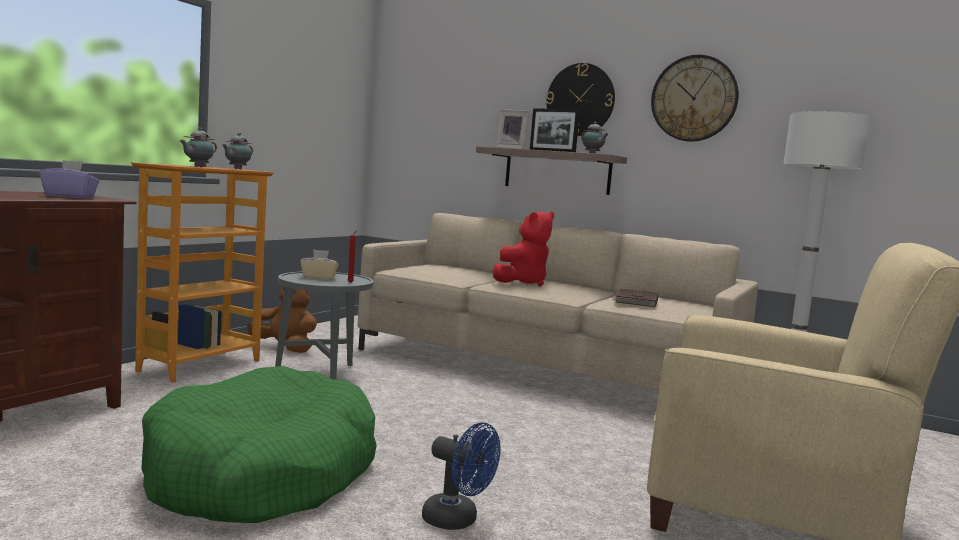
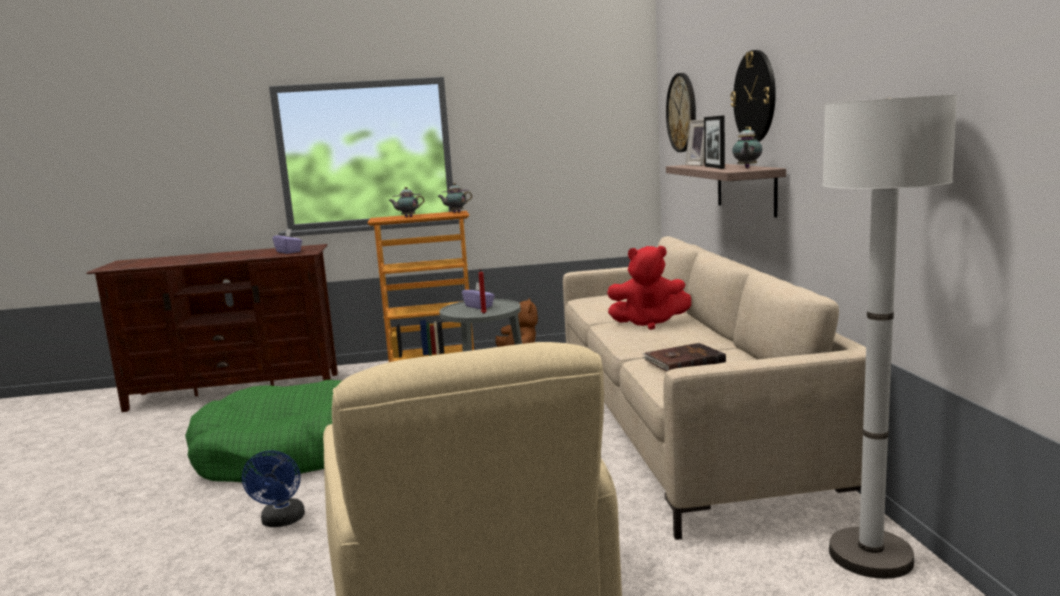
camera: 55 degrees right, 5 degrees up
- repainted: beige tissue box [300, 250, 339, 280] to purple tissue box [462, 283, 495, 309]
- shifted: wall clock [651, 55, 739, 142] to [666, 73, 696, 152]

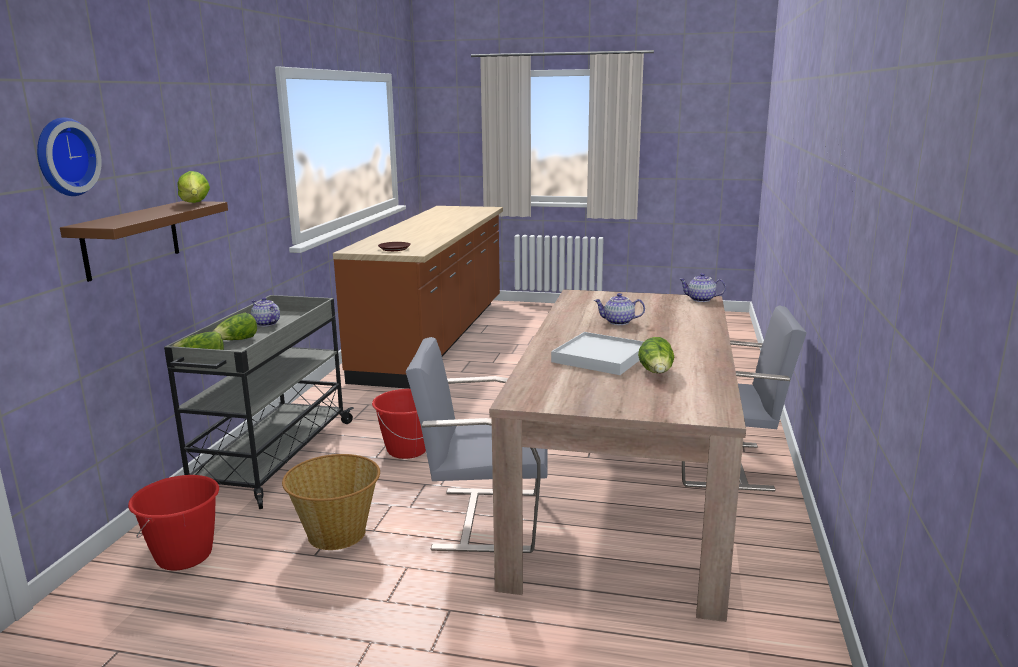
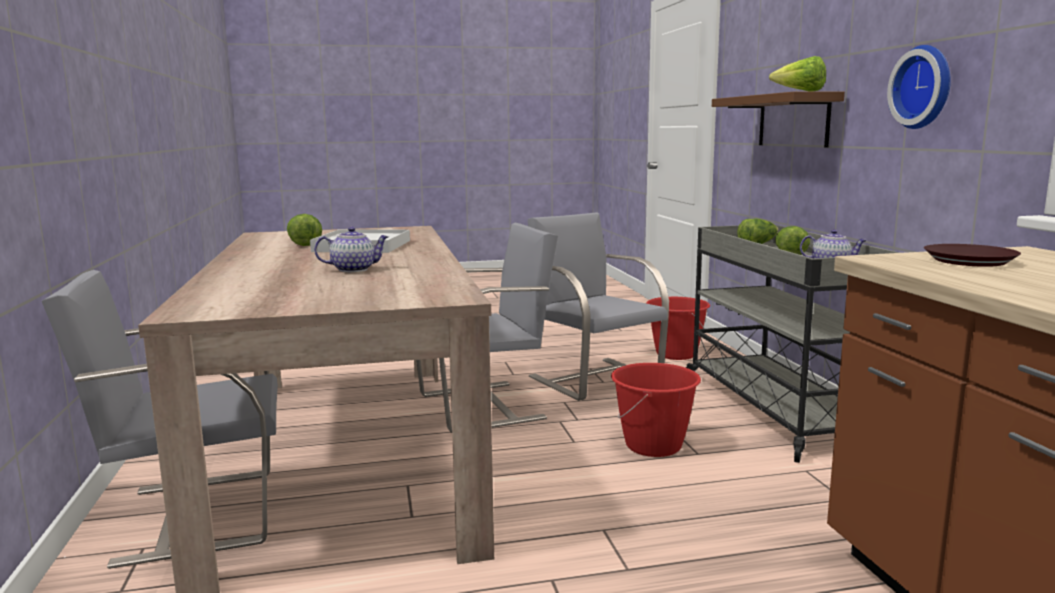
camera: 155 degrees right, 5 degrees down
- swapped: basket [282, 454, 380, 550] to grey chair [528, 212, 669, 401]
- shifted: wall clock [37, 118, 102, 196] to [887, 45, 951, 129]
- gone: teapot [679, 273, 726, 302]

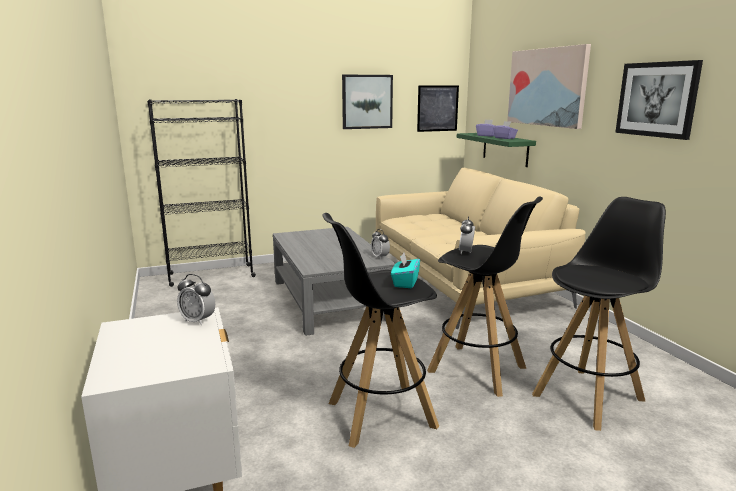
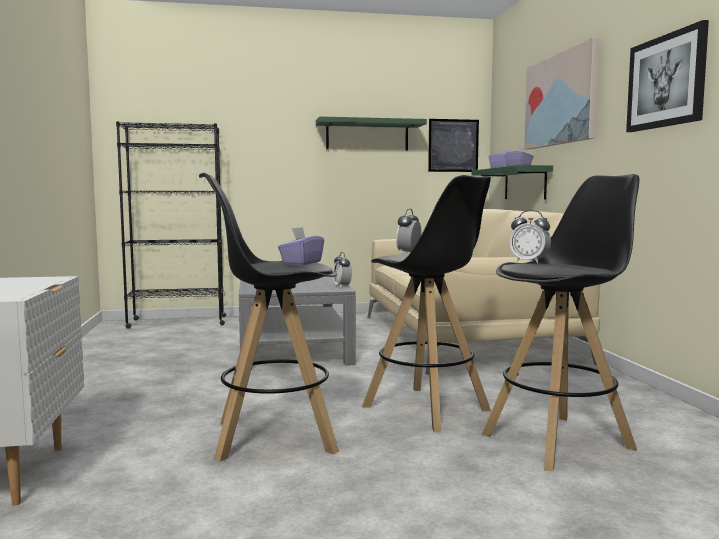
camera: 10 degrees right, 10 degrees down
- repainted: turquoise tissue box [391, 253, 420, 288] to purple tissue box [278, 227, 324, 265]
- swapped: picture [342, 75, 393, 129] to green shelf [316, 116, 427, 150]
- shifted: alarm clock [177, 274, 215, 325] to [510, 210, 551, 264]

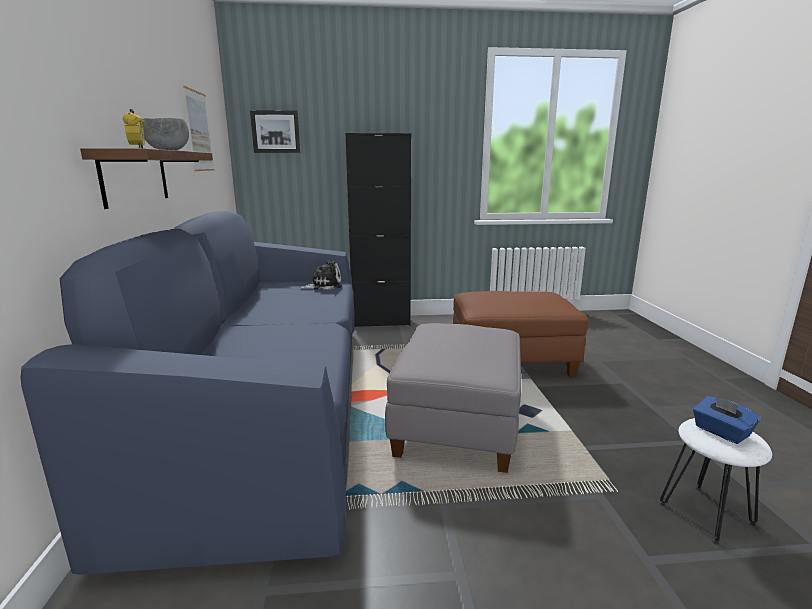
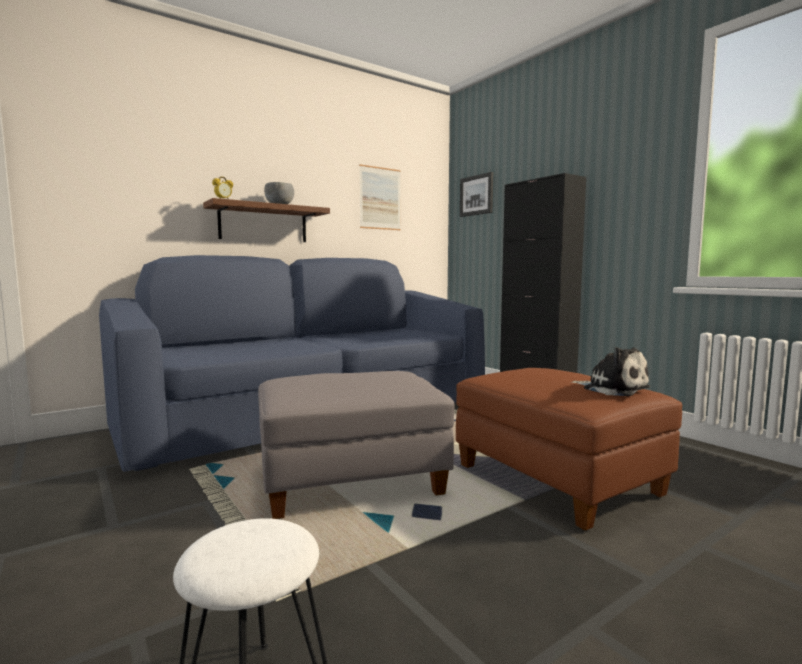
camera: 60 degrees right, 10 degrees down
- shifted: plush toy [300, 260, 342, 290] to [572, 347, 650, 396]
- gone: blue tissue box [693, 395, 761, 444]

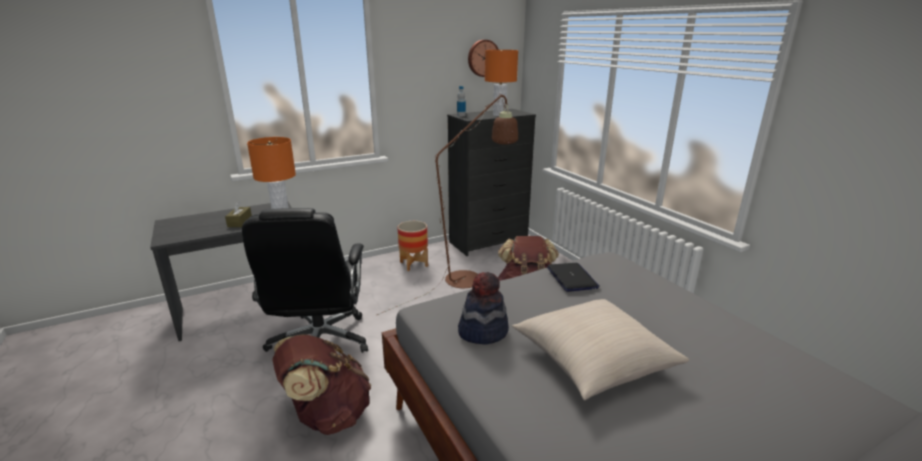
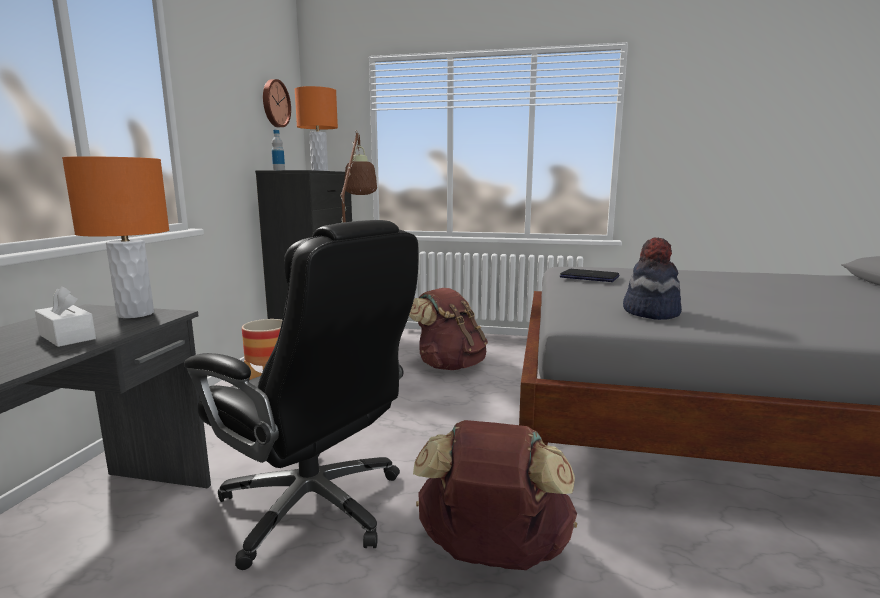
camera: 50 degrees left, 10 degrees down
- repainted: brown tissue box [225, 201, 252, 227] to white tissue box [35, 286, 96, 347]
- gone: beige pillow [512, 299, 689, 400]

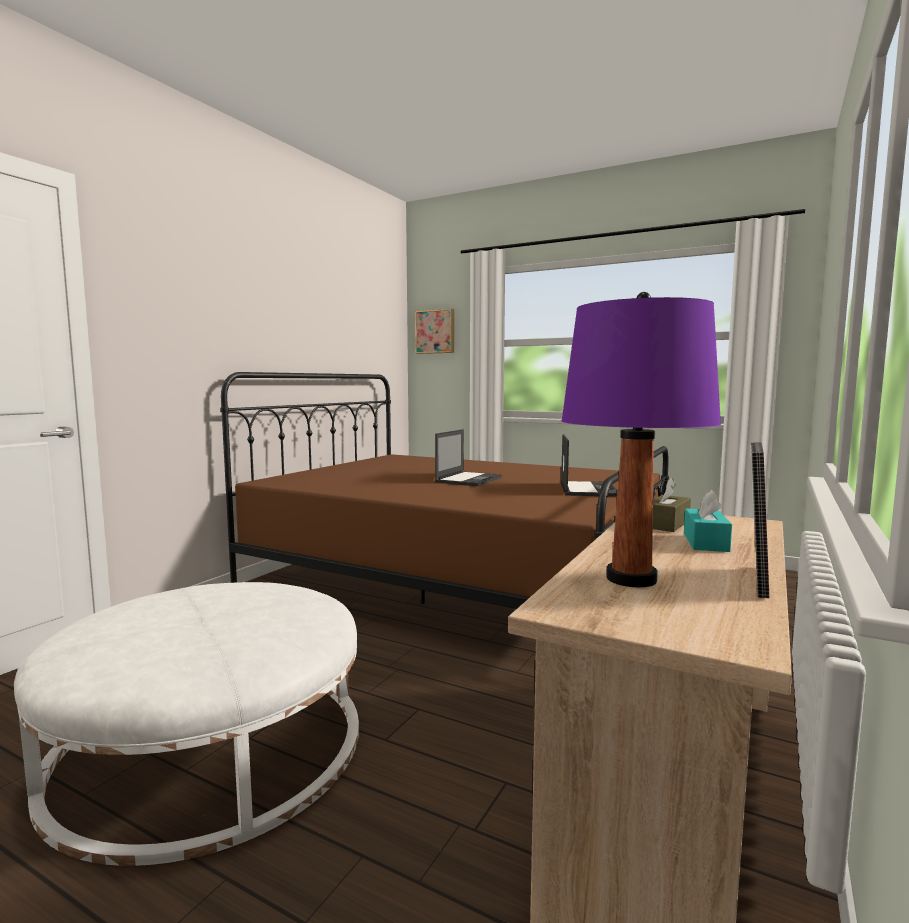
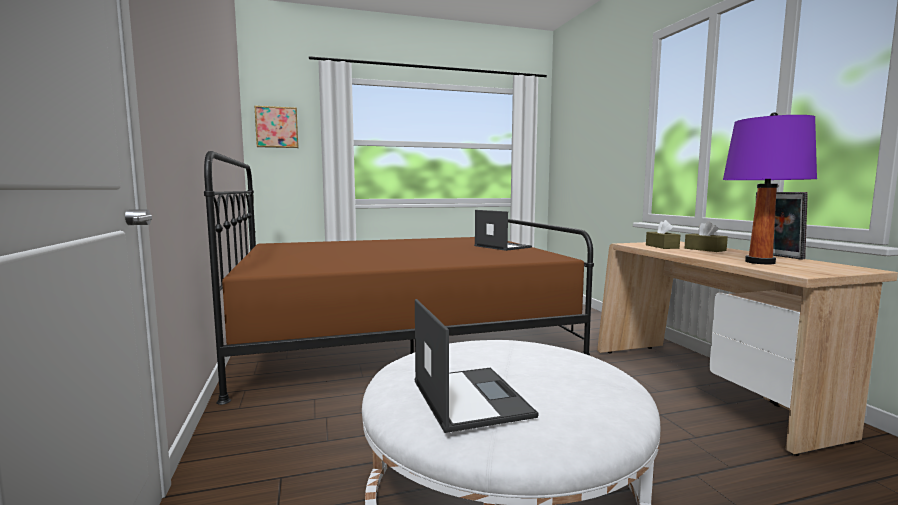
camera: 45 degrees left, 0 degrees up
- shifted: laptop [435, 429, 502, 486] to [415, 299, 538, 433]
- repainted: turquoise tissue box [684, 490, 732, 552] to brown tissue box [685, 221, 728, 252]

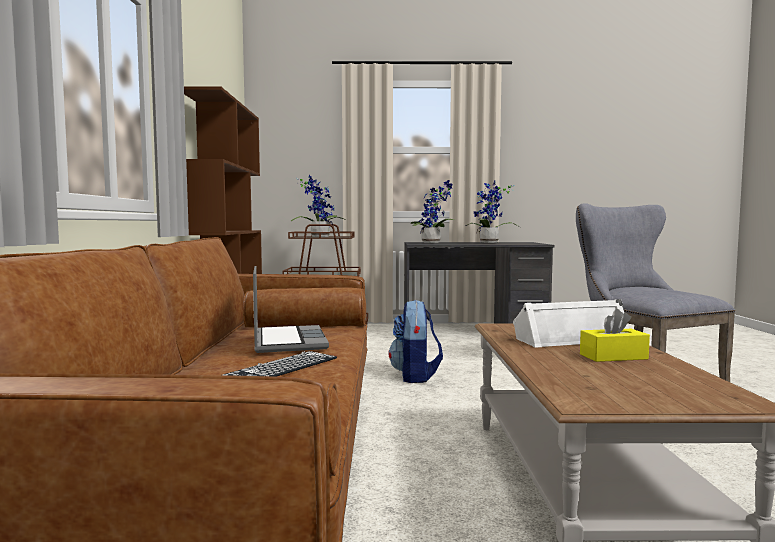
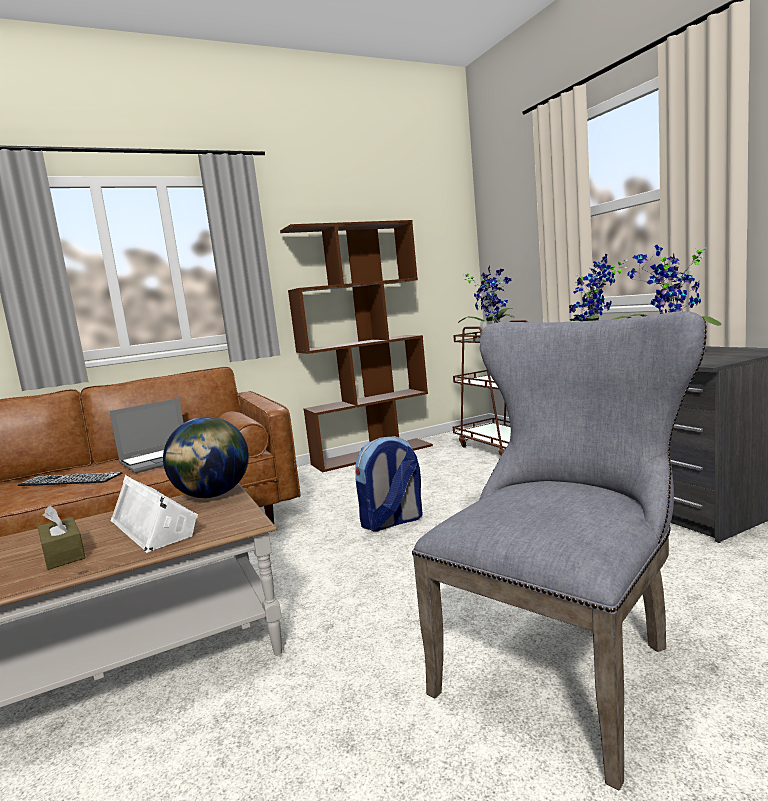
camera: 65 degrees right, 5 degrees up
- repainted: yellow tissue box [580, 309, 650, 362] to brown tissue box [37, 505, 86, 570]
- new: globe [163, 417, 249, 498]

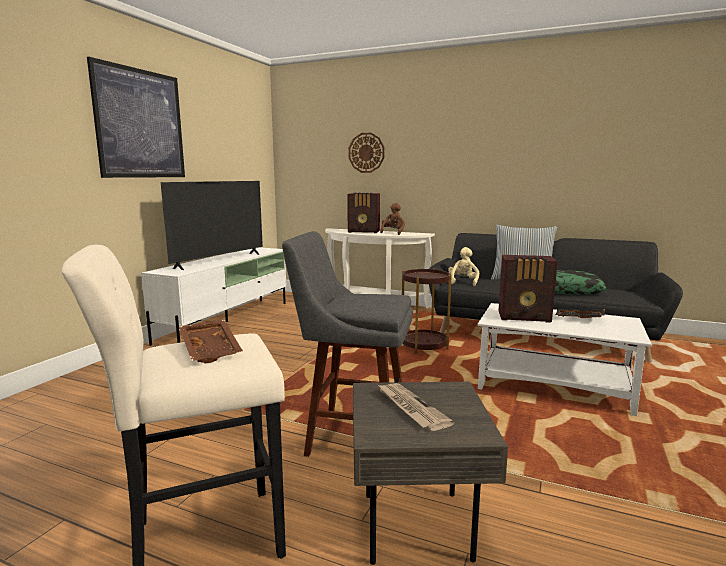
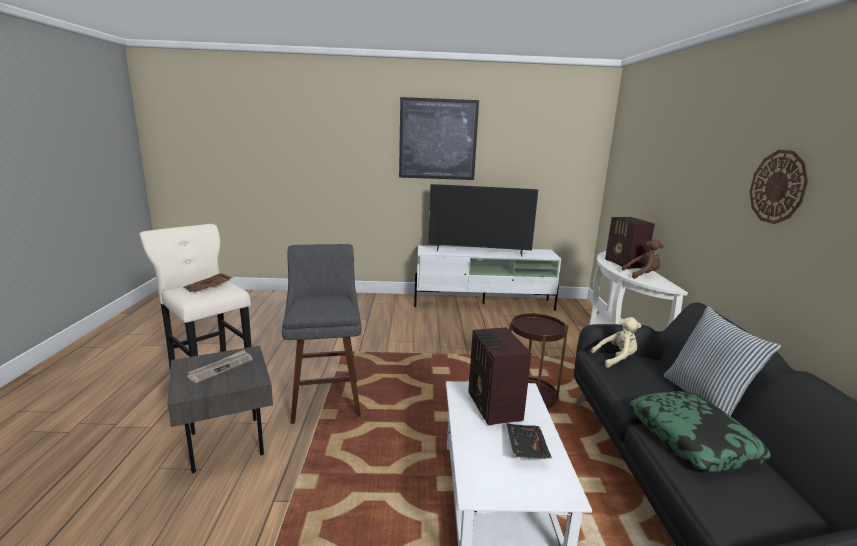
camera: 65 degrees right, 5 degrees up
- shifted: wall clock [349, 133, 384, 173] to [750, 150, 809, 224]

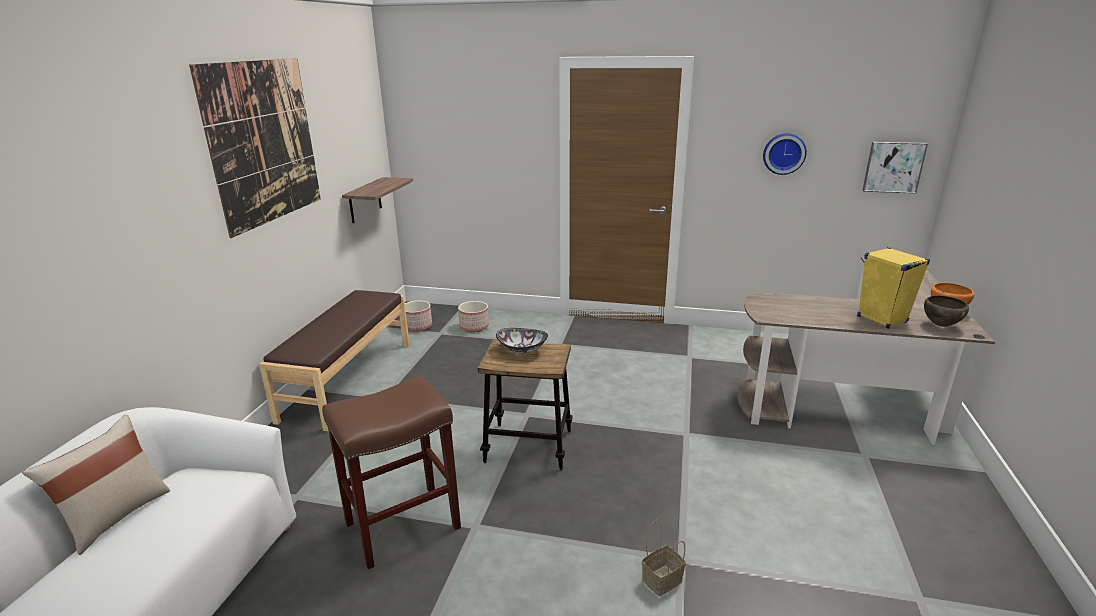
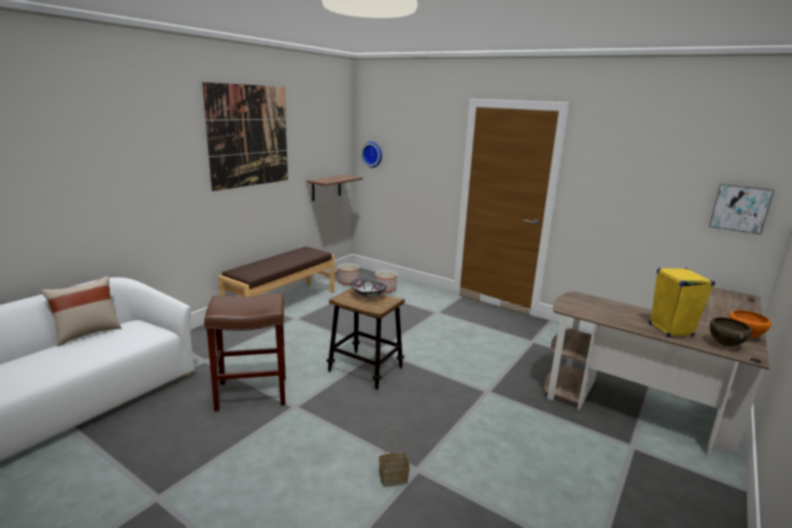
camera: 20 degrees right, 5 degrees down
- shifted: wall clock [763, 133, 807, 175] to [361, 142, 382, 168]

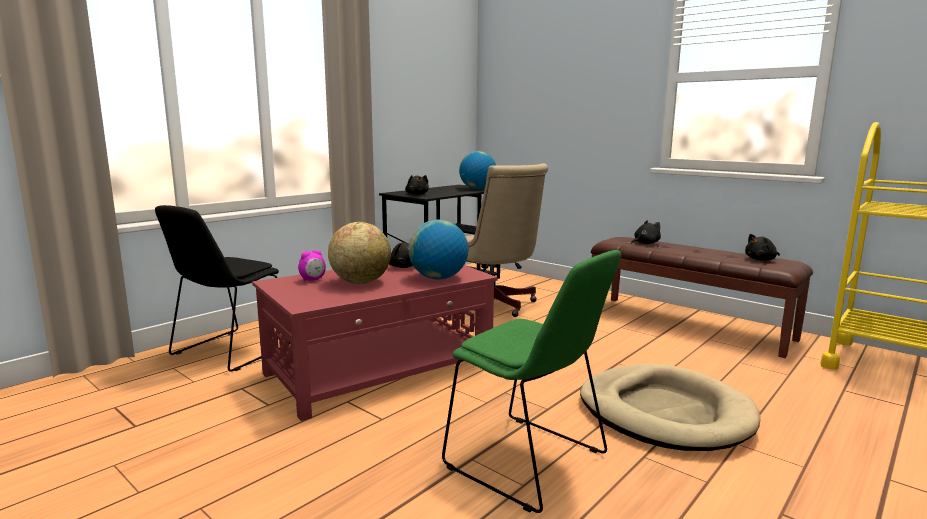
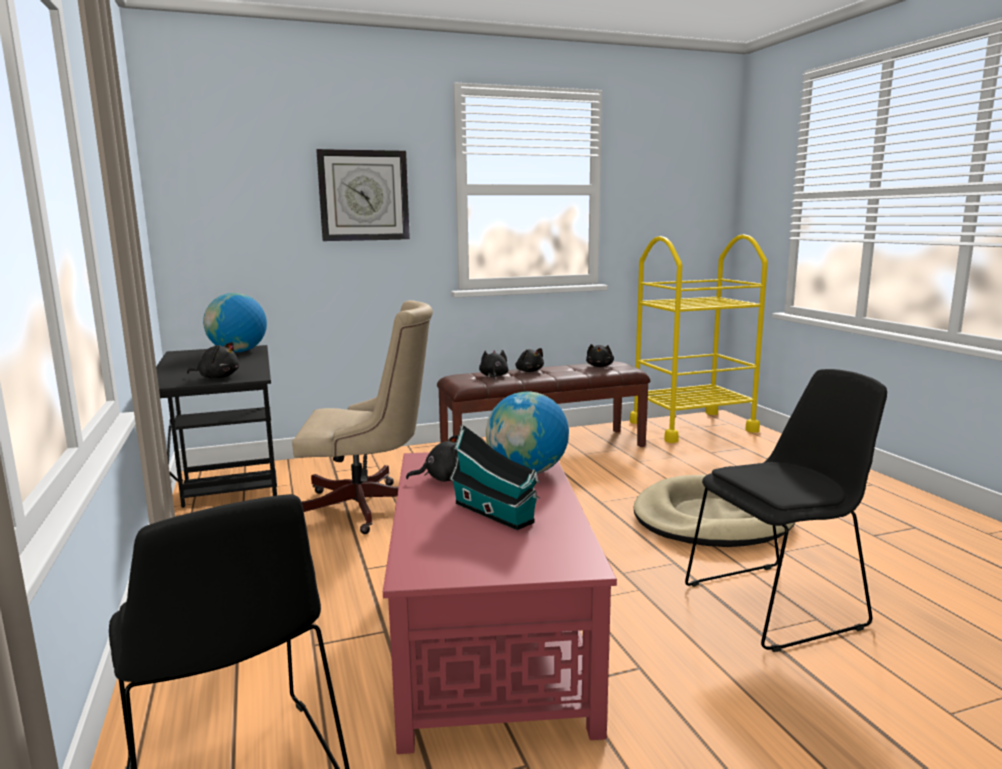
camera: 60 degrees left, 0 degrees up
- new: wall clock [316, 149, 410, 241]
- swapped: globe [328, 222, 391, 284] to toy house [450, 423, 540, 530]
- new: black plush toy [515, 348, 544, 372]
- repainted: green chair [442, 250, 621, 513] to black chair [685, 369, 887, 652]
- gone: alarm clock [298, 250, 326, 281]

